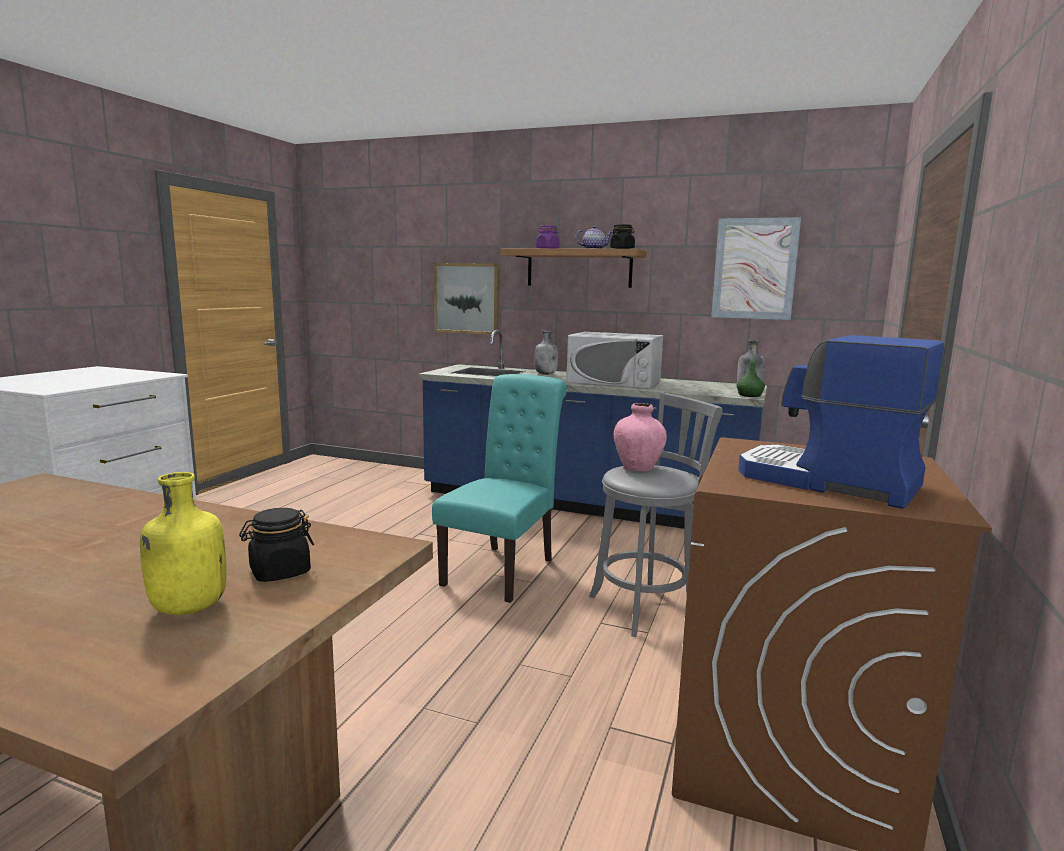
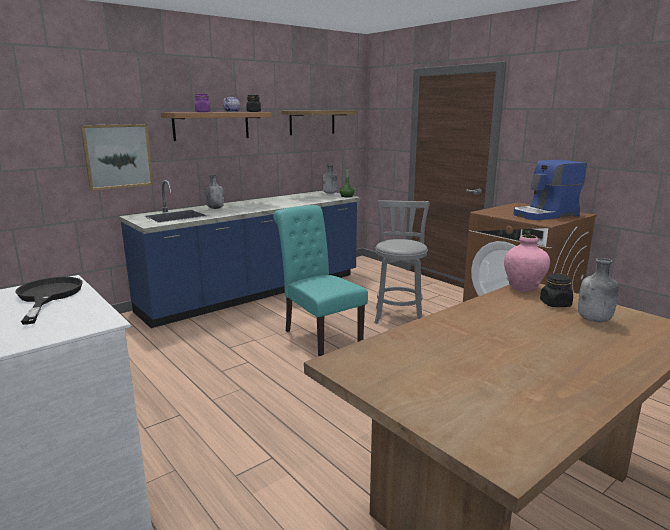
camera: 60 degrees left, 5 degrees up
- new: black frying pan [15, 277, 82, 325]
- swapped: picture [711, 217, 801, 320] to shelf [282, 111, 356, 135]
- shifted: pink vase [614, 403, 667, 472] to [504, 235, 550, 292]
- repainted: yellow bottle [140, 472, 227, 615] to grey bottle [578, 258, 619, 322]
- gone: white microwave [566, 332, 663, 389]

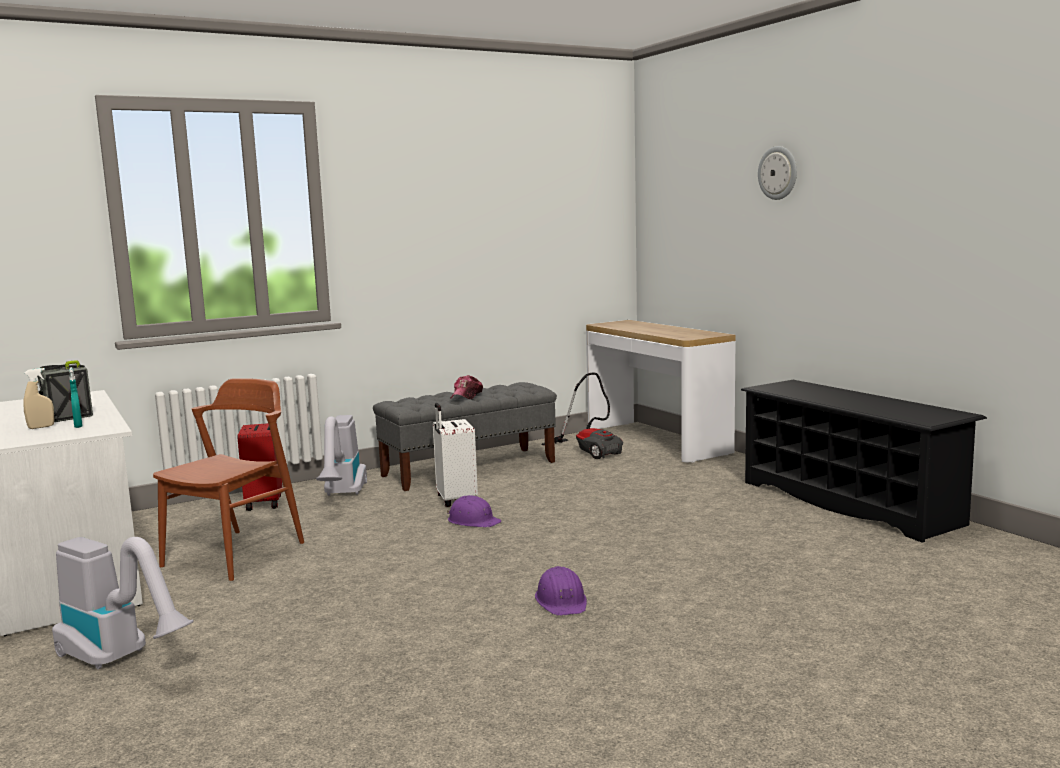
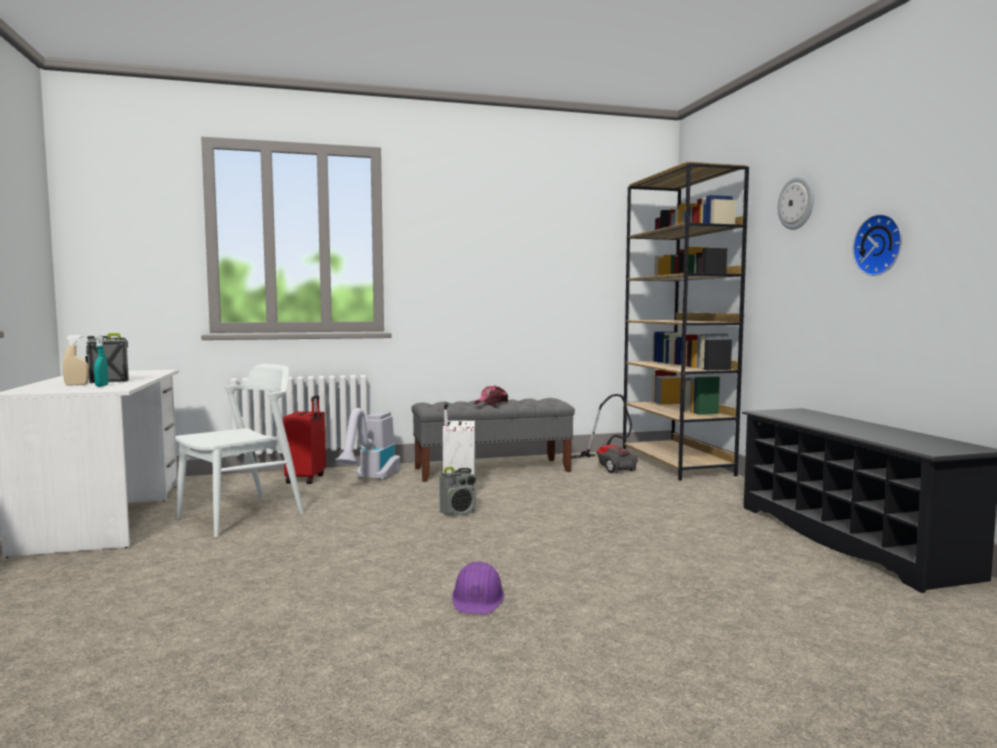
camera: 15 degrees right, 5 degrees down
- repainted: brown chair [153, 378, 304, 581] to white chair [175, 364, 304, 537]
- swapped: purple hard hat [447, 495, 502, 528] to radio [439, 467, 476, 516]
- swapped: console table [586, 320, 736, 463] to brown bookcase [623, 162, 749, 480]
- new: wall clock [852, 214, 902, 276]
- gone: vacuum cleaner [52, 537, 194, 669]

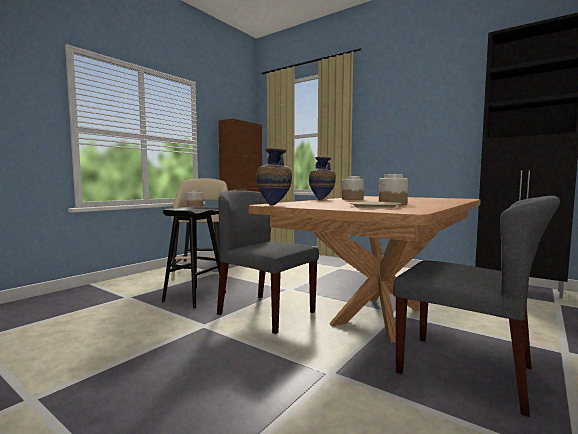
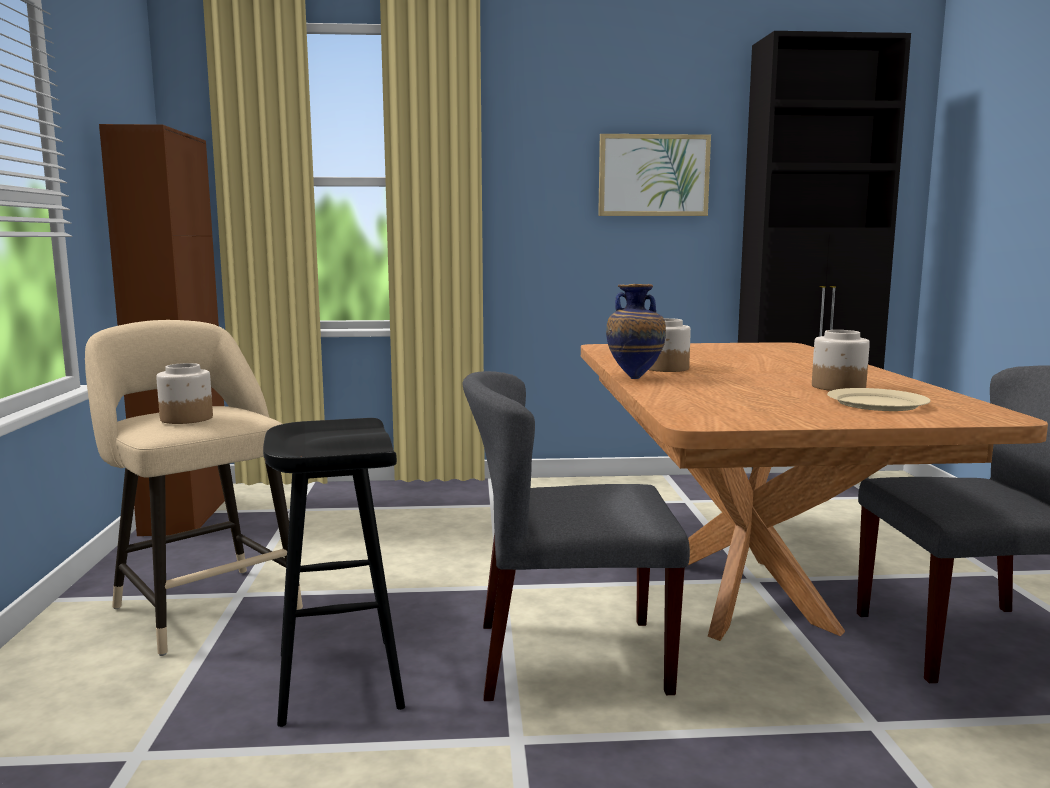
camera: 40 degrees left, 5 degrees up
- new: picture [598, 134, 711, 216]
- gone: vase [256, 148, 292, 205]

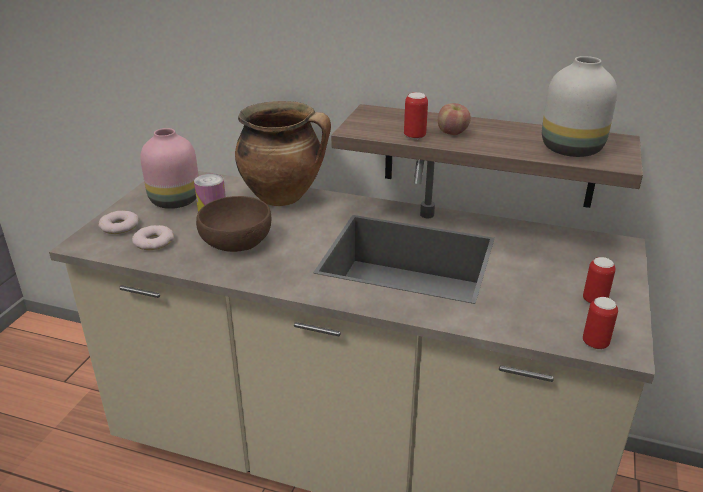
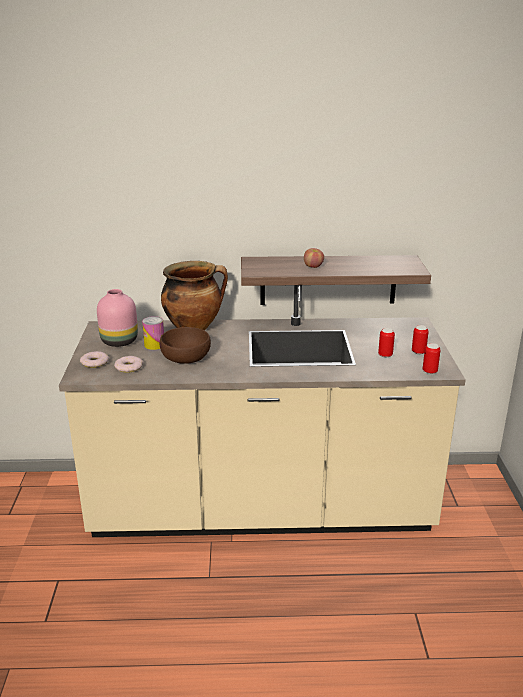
camera: 20 degrees left, 5 degrees down
- shifted: can [404, 92, 428, 140] to [378, 328, 395, 358]
- gone: white vase [542, 56, 617, 157]

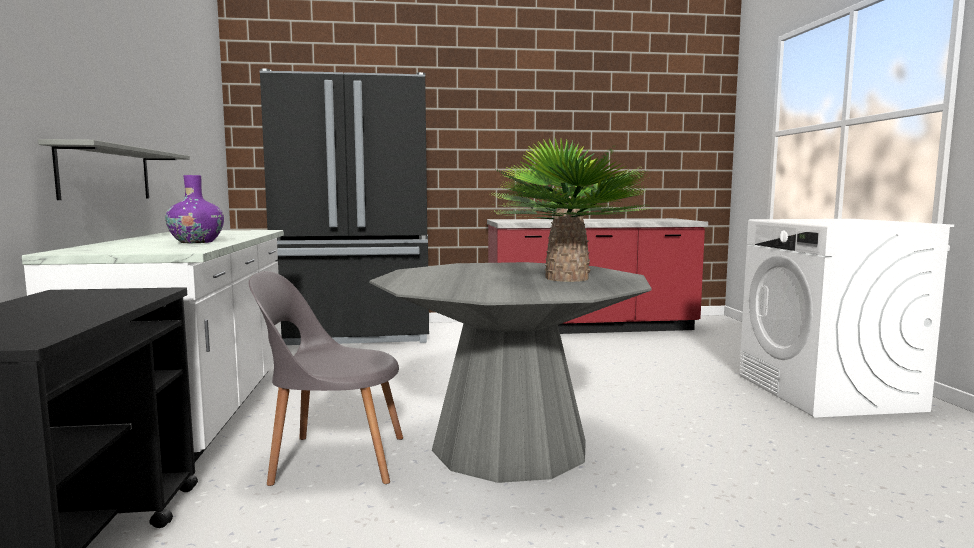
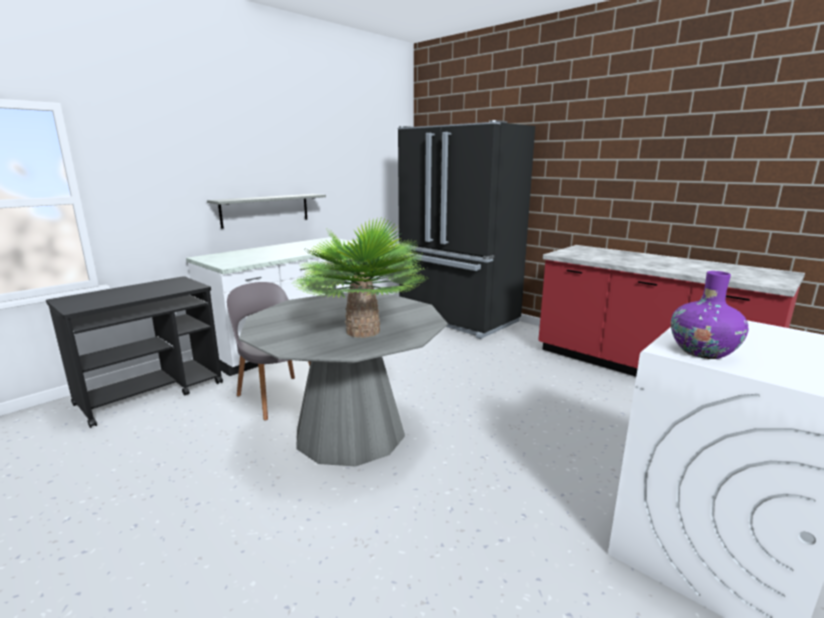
camera: 50 degrees right, 10 degrees up
- shifted: purple vase [165, 175, 224, 243] to [671, 271, 749, 359]

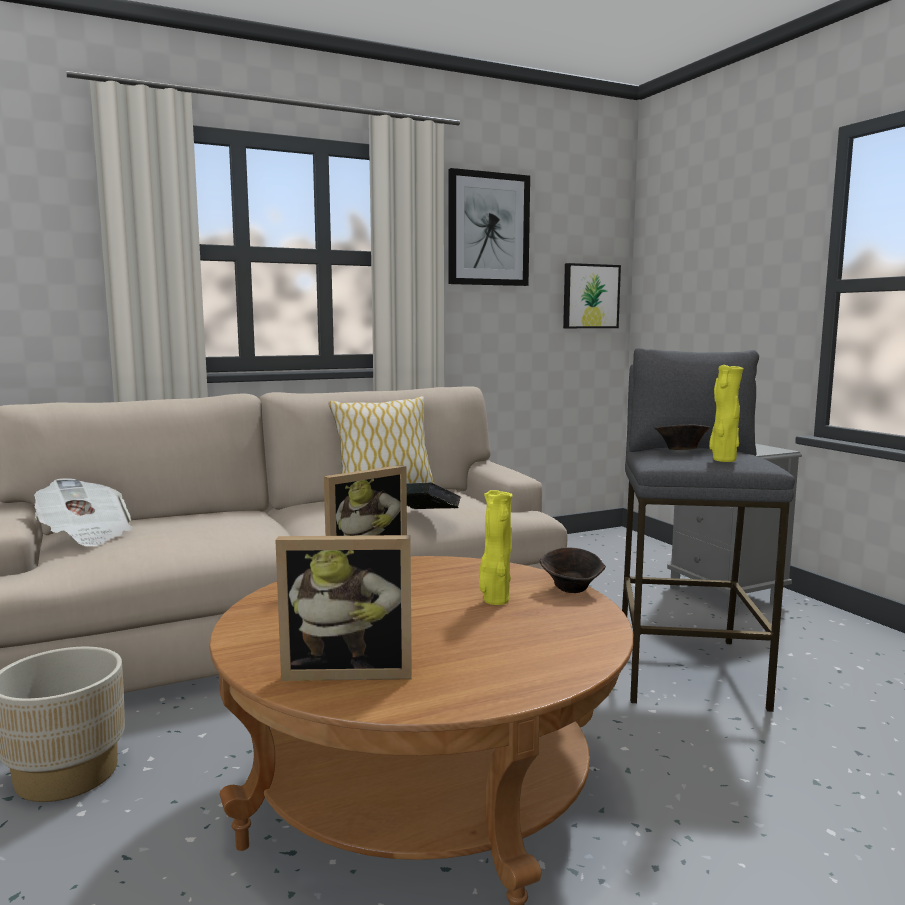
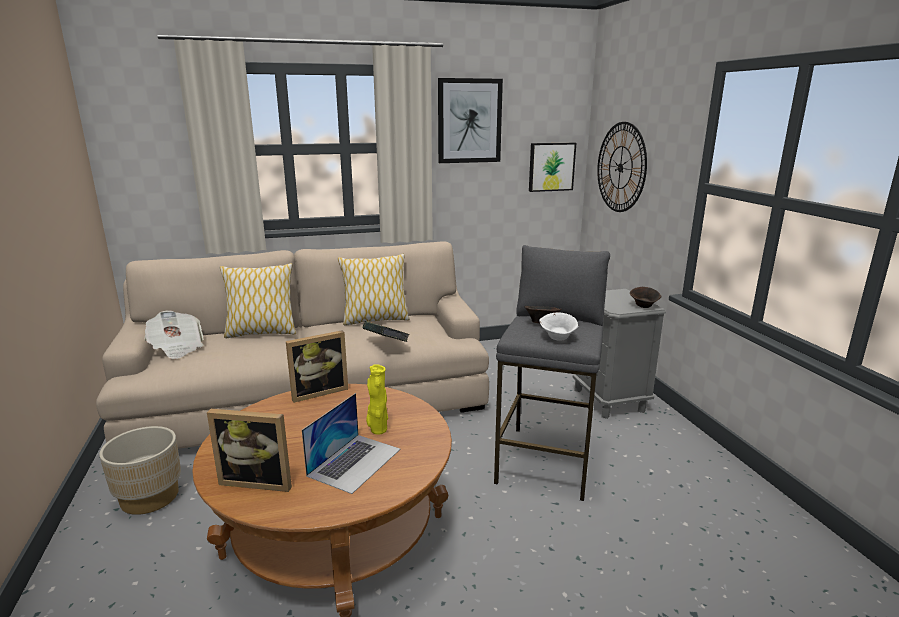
camera: 10 degrees right, 10 degrees up
- new: pillow [220, 263, 296, 338]
- new: laptop [302, 393, 401, 494]
- swapped: yellow vase [709, 365, 744, 462] to white bowl [539, 312, 579, 341]
- new: wall clock [597, 122, 647, 212]
- shifted: brown bowl [540, 547, 606, 593] to [630, 287, 662, 308]

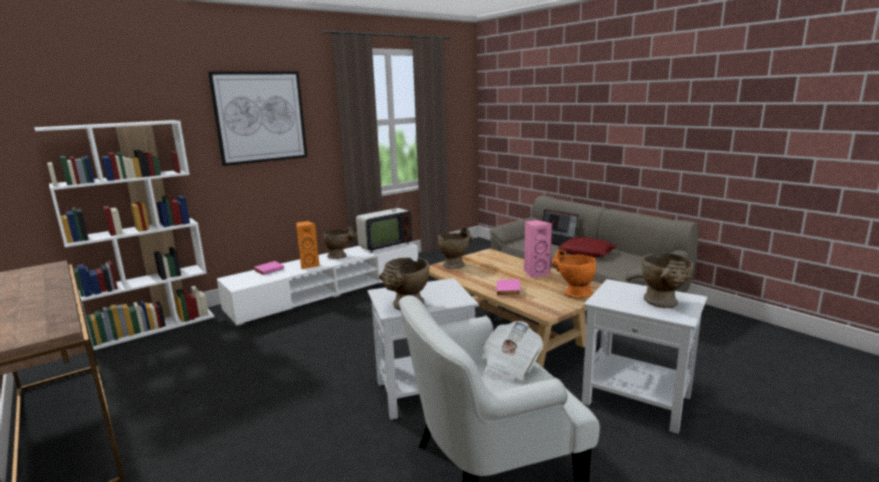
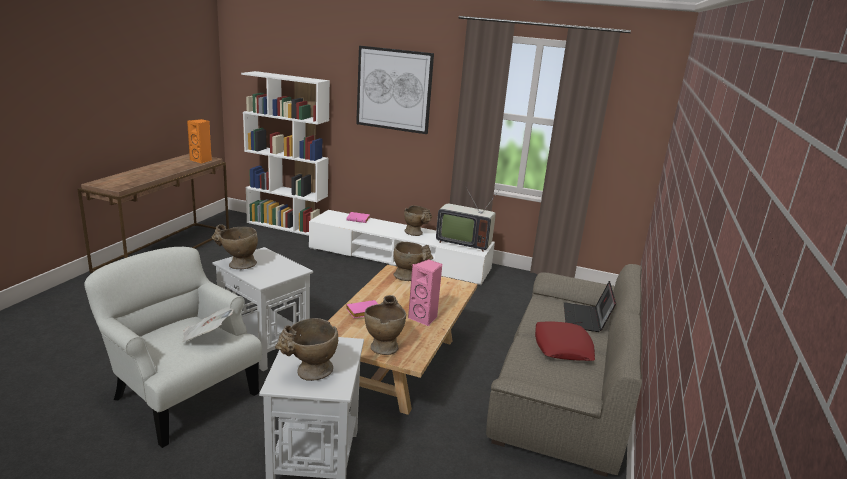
camera: 55 degrees right, 5 degrees up
- shifted: orange speaker [296, 221, 320, 269] to [187, 119, 212, 163]
- repainted: orange vase [552, 249, 596, 298] to beige vase [364, 295, 406, 355]

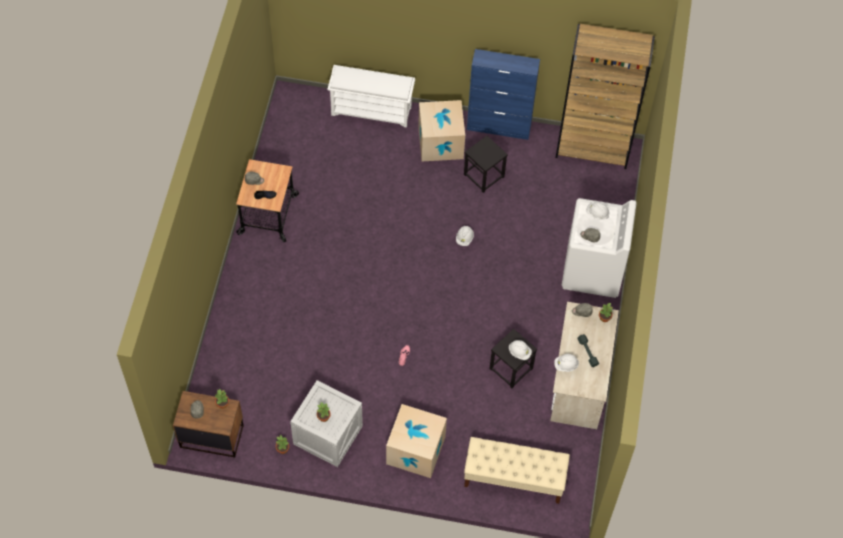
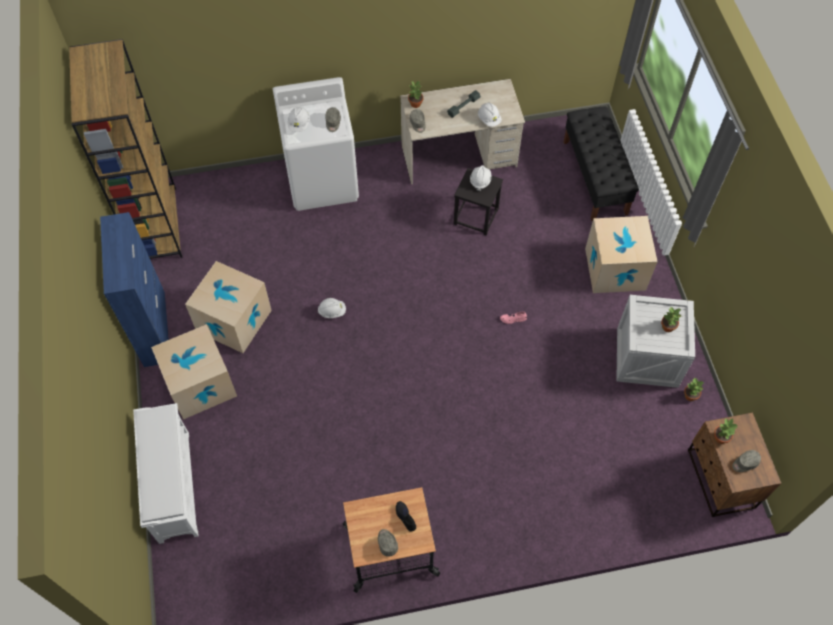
camera: 110 degrees left, 0 degrees up
- swapped: black stool [464, 136, 508, 193] to cardboard box [185, 261, 272, 353]
- repainted: beige bench [464, 437, 570, 504] to black bench [563, 106, 639, 221]

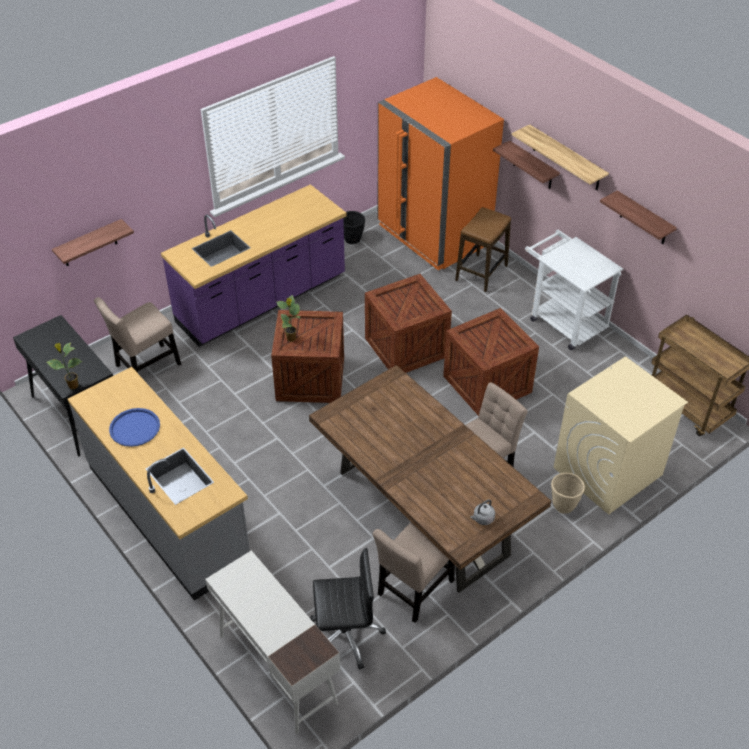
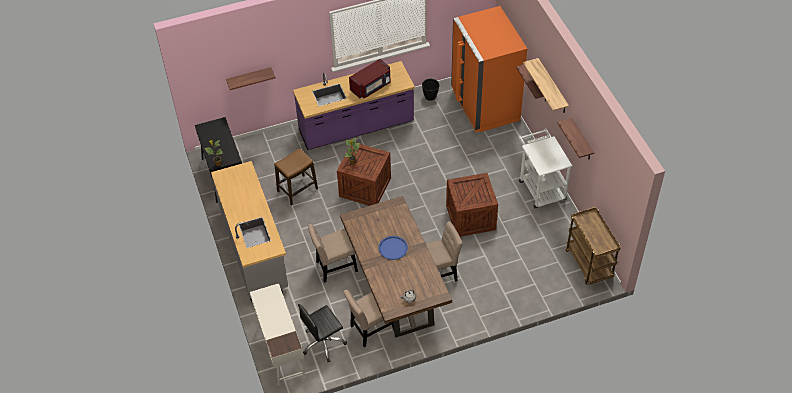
camera: 20 degrees right, 5 degrees up
- shifted: stool [455, 207, 511, 292] to [274, 148, 318, 206]
- rotated: black office chair [310, 548, 386, 670] = [298, 304, 347, 362] 135 degrees clockwise
- shifted: beige chair [94, 297, 181, 373] to [308, 224, 358, 283]
- new: red microwave [349, 59, 390, 98]
- shifted: blue tray [109, 408, 160, 447] to [378, 236, 408, 260]
- gone: crate [365, 274, 452, 373]
- gone: beige planter [551, 473, 585, 514]
- gone: beige washing machine [554, 356, 688, 515]

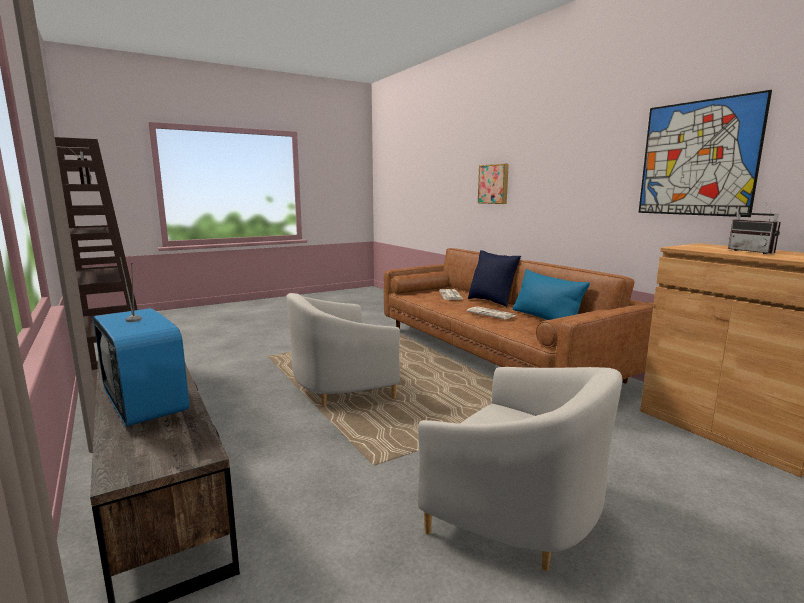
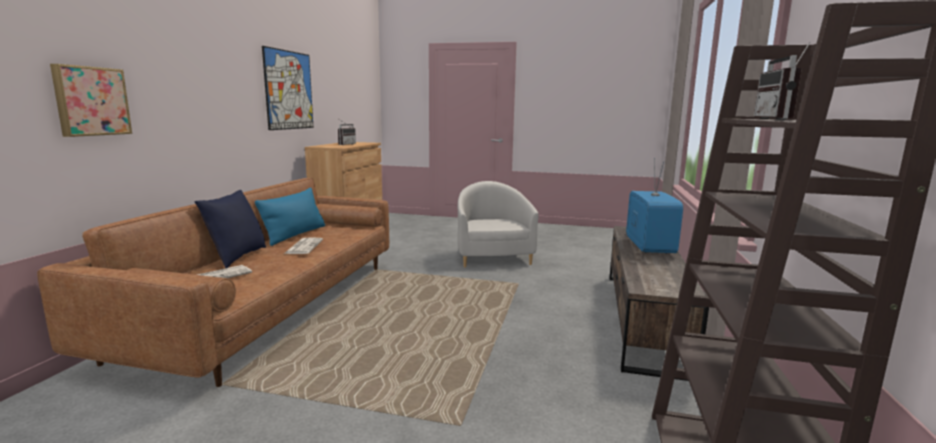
camera: 135 degrees left, 0 degrees up
- gone: white armchair [286, 293, 400, 407]

